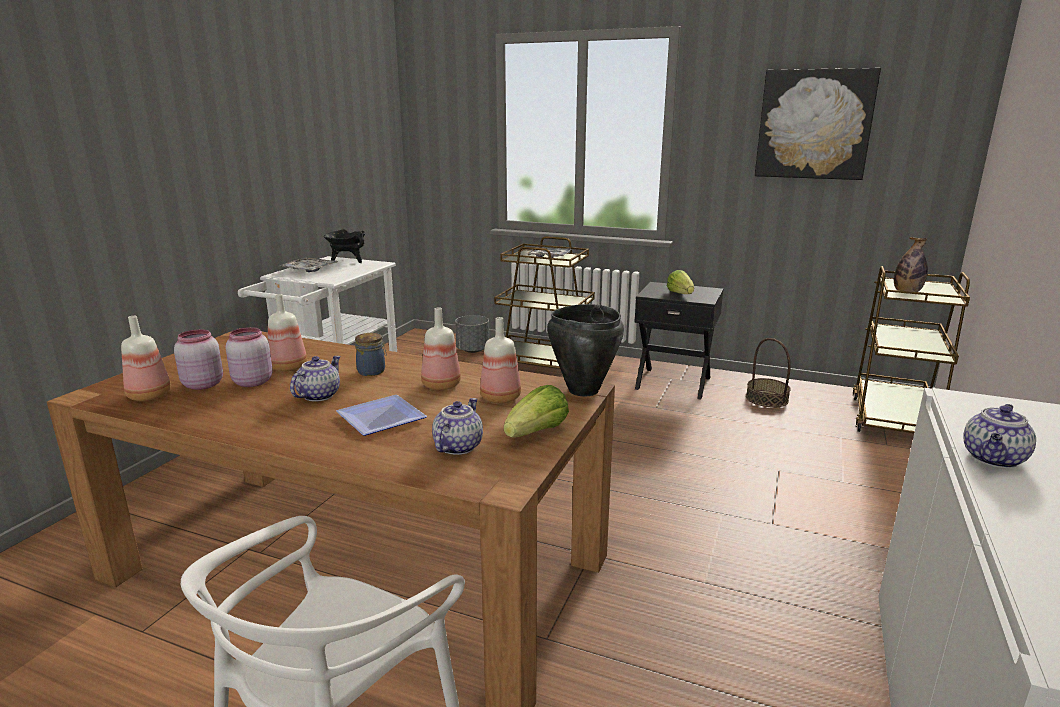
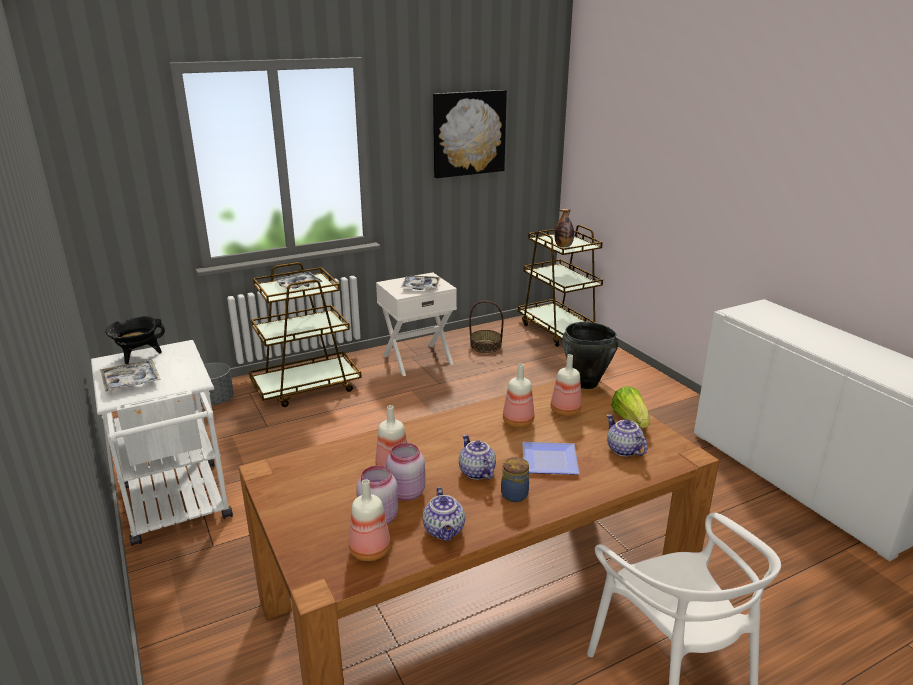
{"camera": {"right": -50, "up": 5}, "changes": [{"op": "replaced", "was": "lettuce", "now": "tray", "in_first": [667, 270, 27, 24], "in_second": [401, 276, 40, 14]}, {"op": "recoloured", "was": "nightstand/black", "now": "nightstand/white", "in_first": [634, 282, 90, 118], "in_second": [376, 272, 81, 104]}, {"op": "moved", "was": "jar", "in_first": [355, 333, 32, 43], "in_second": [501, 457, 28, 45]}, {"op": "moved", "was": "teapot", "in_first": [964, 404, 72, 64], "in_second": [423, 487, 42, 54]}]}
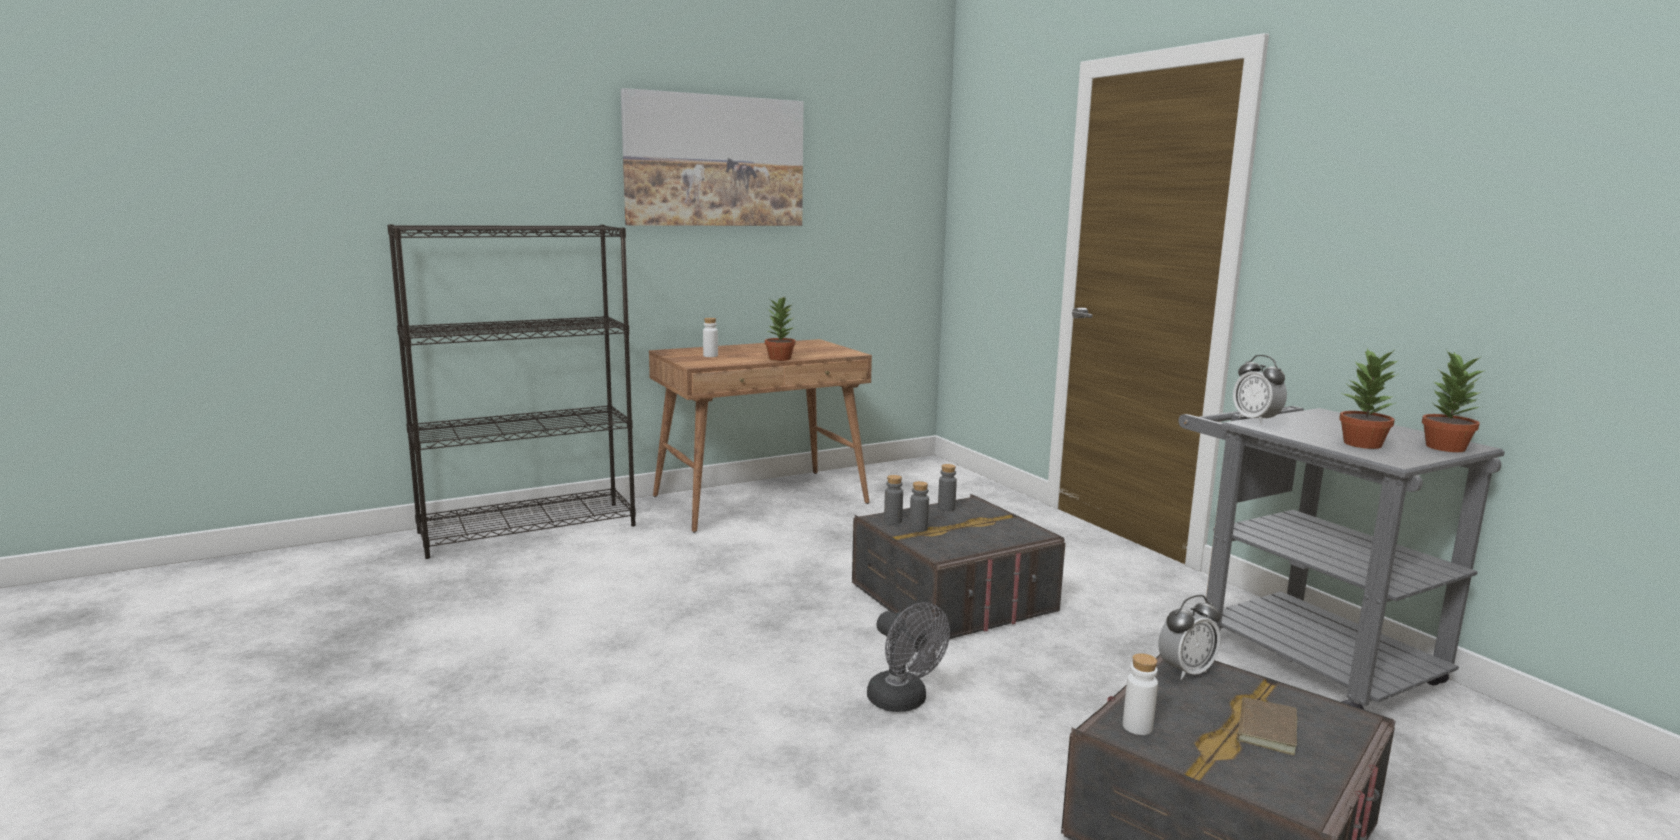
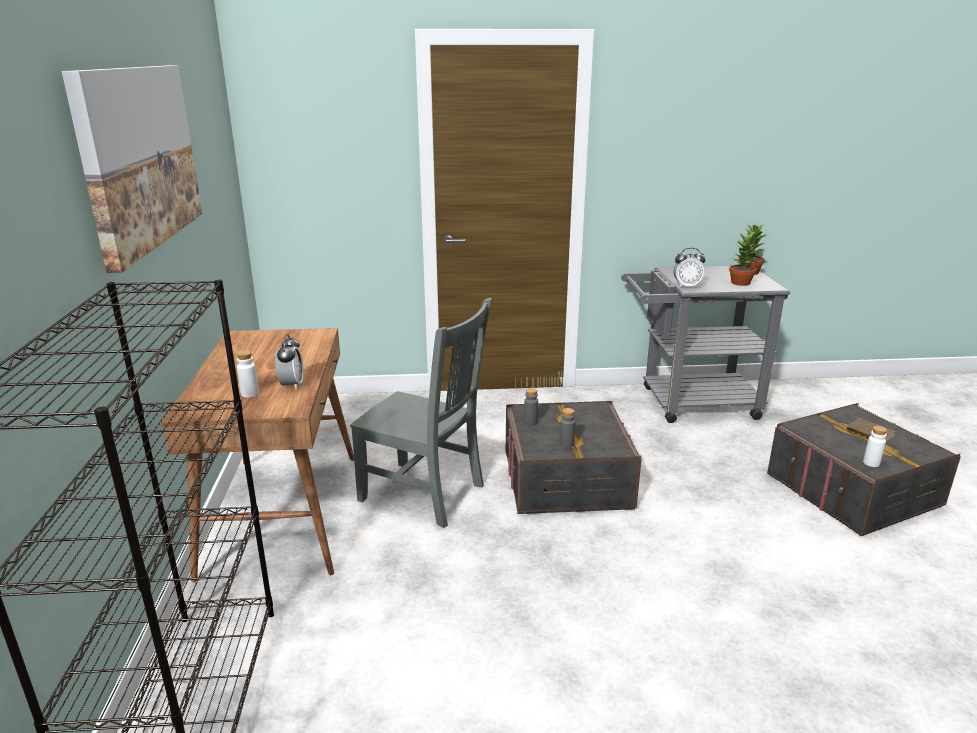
{"camera": {"right": -65, "up": 10}, "changes": [{"op": "removed", "was": "potted plant", "in_first": [765, 297, 31, 64]}, {"op": "removed", "was": "bottle/grey", "in_first": [884, 475, 19, 49]}, {"op": "moved", "was": "alarm clock", "in_first": [1158, 595, 63, 85], "in_second": [275, 334, 29, 56]}, {"op": "removed", "was": "fan/grey", "in_first": [867, 602, 83, 110]}, {"op": "added", "now": "chair/grey", "in_second": [350, 298, 142, 230]}]}
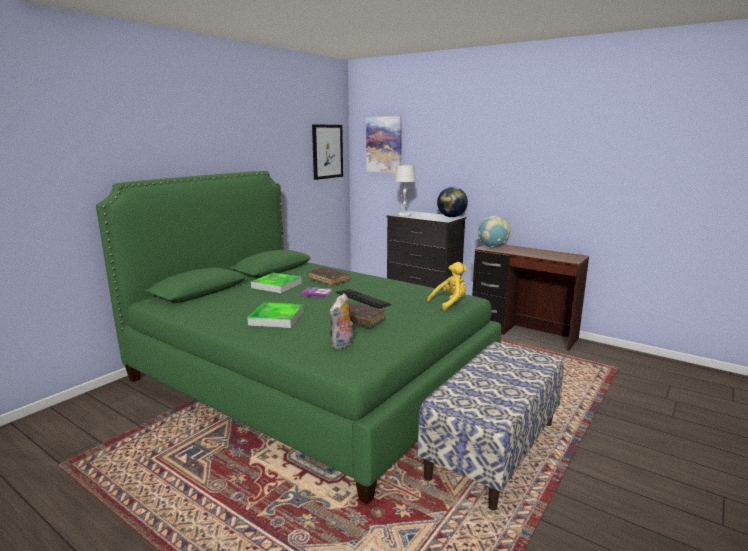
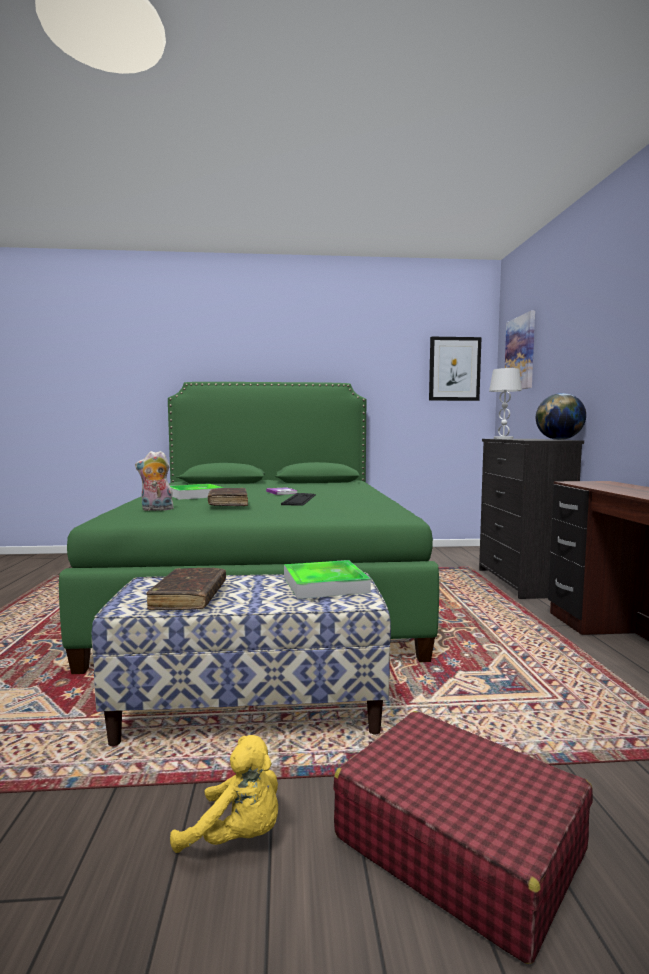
{"camera": {"right": 50, "up": -10}, "changes": [{"op": "removed", "was": "globe", "in_first": [478, 216, 32, 31]}, {"op": "moved", "was": "plush toy/yellow", "in_first": [427, 262, 40, 49], "in_second": [170, 735, 108, 118]}, {"op": "moved", "was": "book/brown", "in_first": [309, 267, 41, 19], "in_second": [146, 568, 80, 42]}, {"op": "moved", "was": "tray", "in_first": [251, 273, 51, 20], "in_second": [284, 560, 87, 39]}, {"op": "added", "now": "suitcase/red", "in_second": [333, 711, 260, 253]}]}
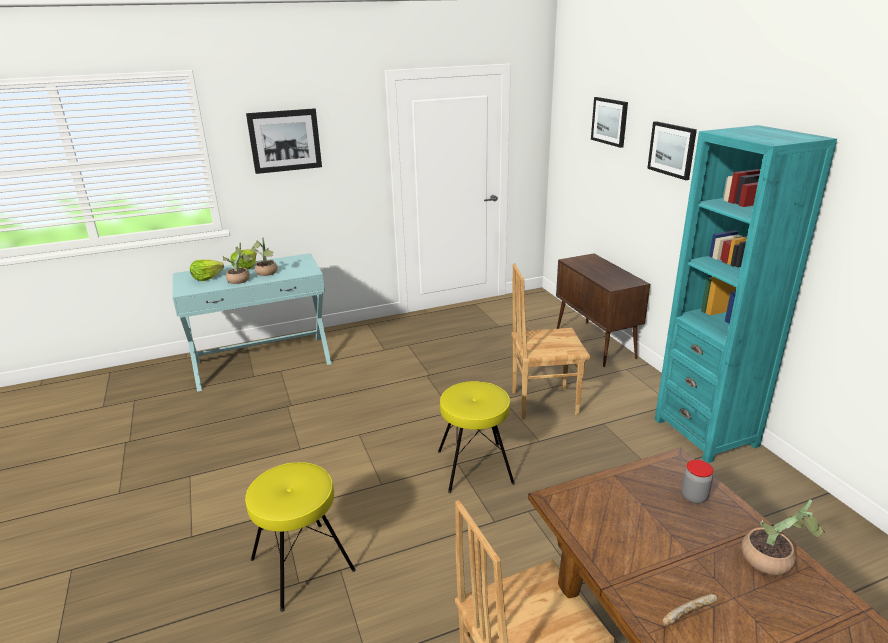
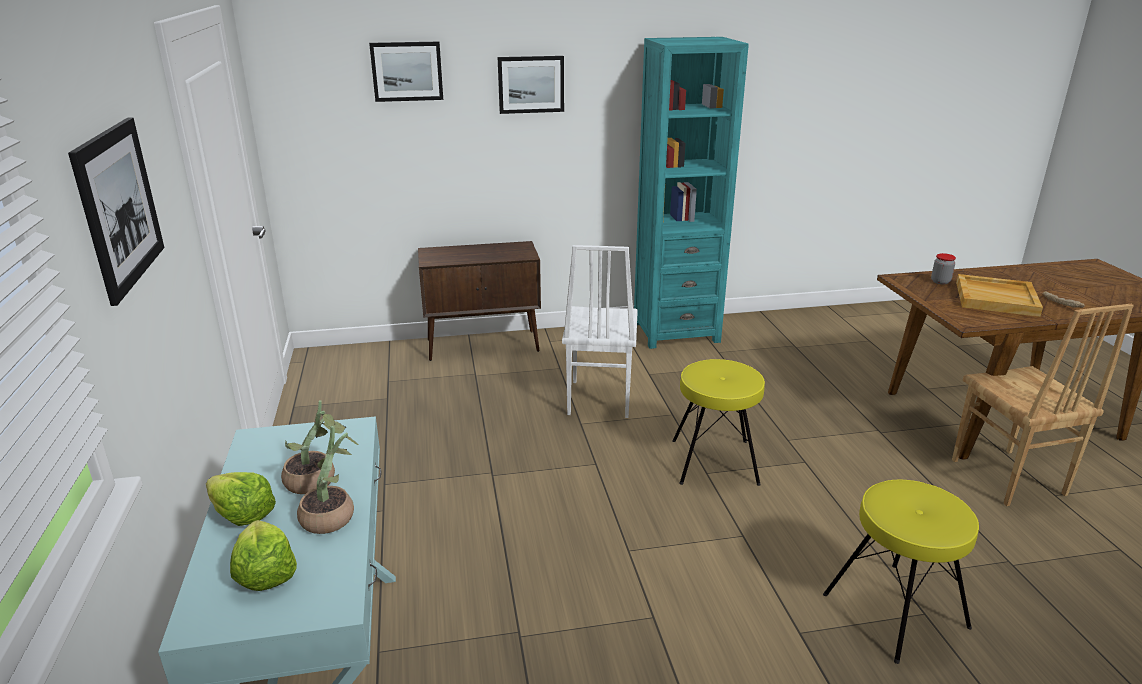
{"camera": {"right": -80, "up": 0}, "changes": [{"op": "recoloured", "was": "chair/brown", "now": "chair/white", "in_first": [511, 263, 79, 156], "in_second": [562, 245, 76, 173]}, {"op": "removed", "was": "potted plant", "in_first": [741, 499, 84, 76]}, {"op": "added", "now": "tray/beige", "in_second": [956, 274, 87, 43]}]}
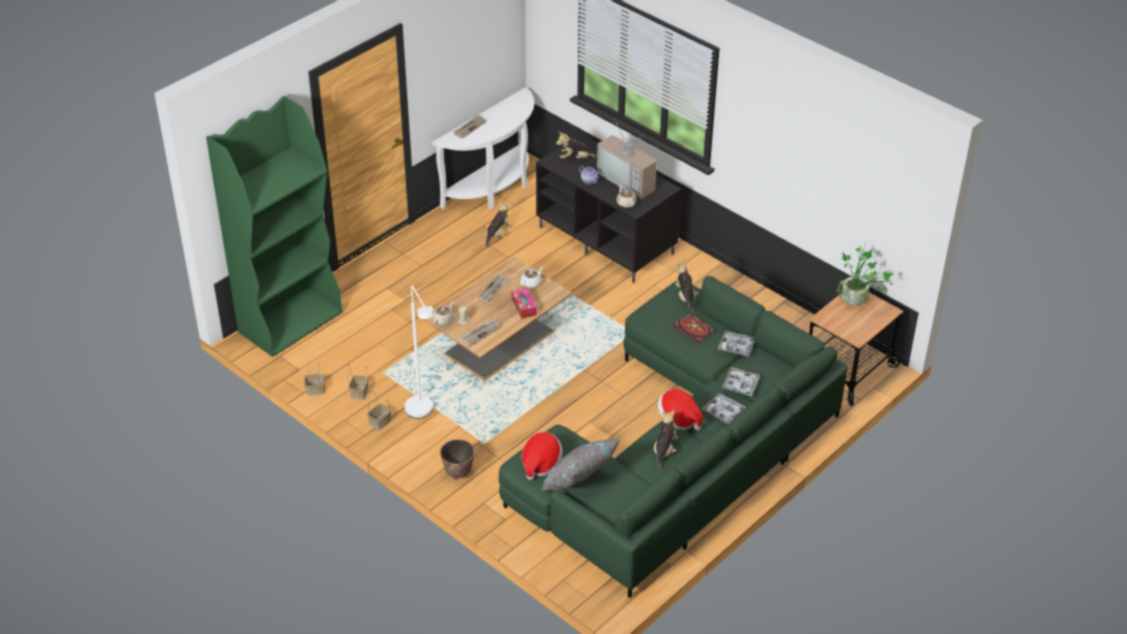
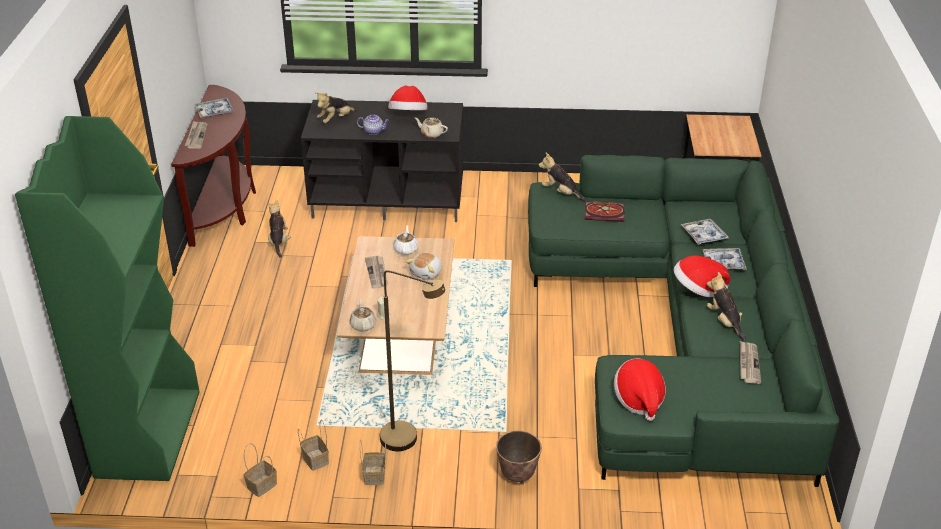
{"camera": {"right": -40, "up": -5}, "changes": [{"op": "recoloured", "was": "console table/white", "now": "console table/brown", "in_first": [432, 88, 102, 121], "in_second": [171, 85, 85, 162]}, {"op": "replaced", "was": "television", "now": "hat", "in_first": [597, 118, 60, 81], "in_second": [388, 86, 40, 24]}, {"op": "removed", "was": "potted plant", "in_first": [837, 243, 56, 63]}, {"op": "recoloured", "was": "floor lamp/white", "now": "floor lamp/brown", "in_first": [405, 286, 29, 133], "in_second": [380, 270, 65, 181]}, {"op": "replaced", "was": "tissue box", "now": "plush toy", "in_first": [512, 288, 25, 31], "in_second": [406, 253, 36, 27]}, {"op": "moved", "was": "newspaper", "in_first": [461, 318, 39, 28], "in_second": [740, 341, 21, 43]}, {"op": "moved", "was": "tray", "in_first": [718, 331, 37, 26], "in_second": [195, 98, 39, 20]}, {"op": "removed", "was": "pillow/grey", "in_first": [542, 439, 79, 52]}]}
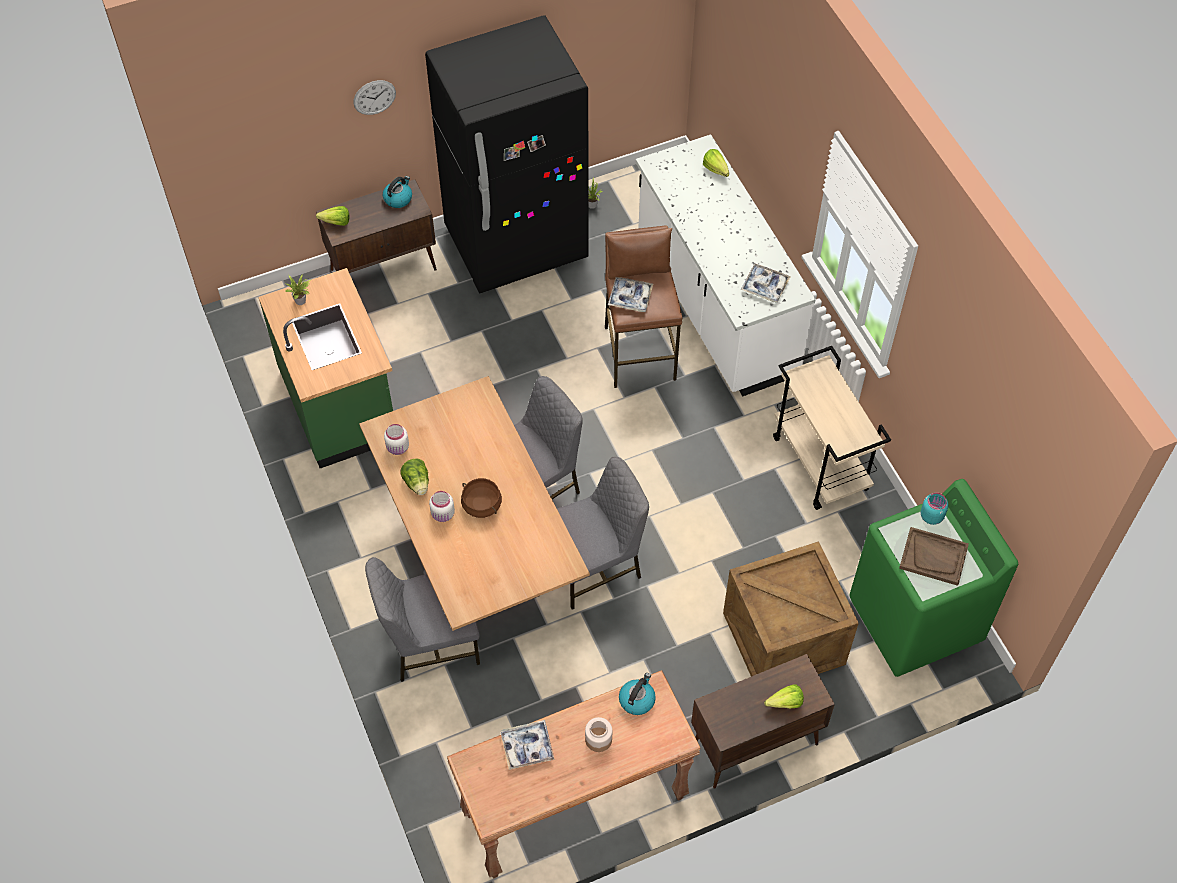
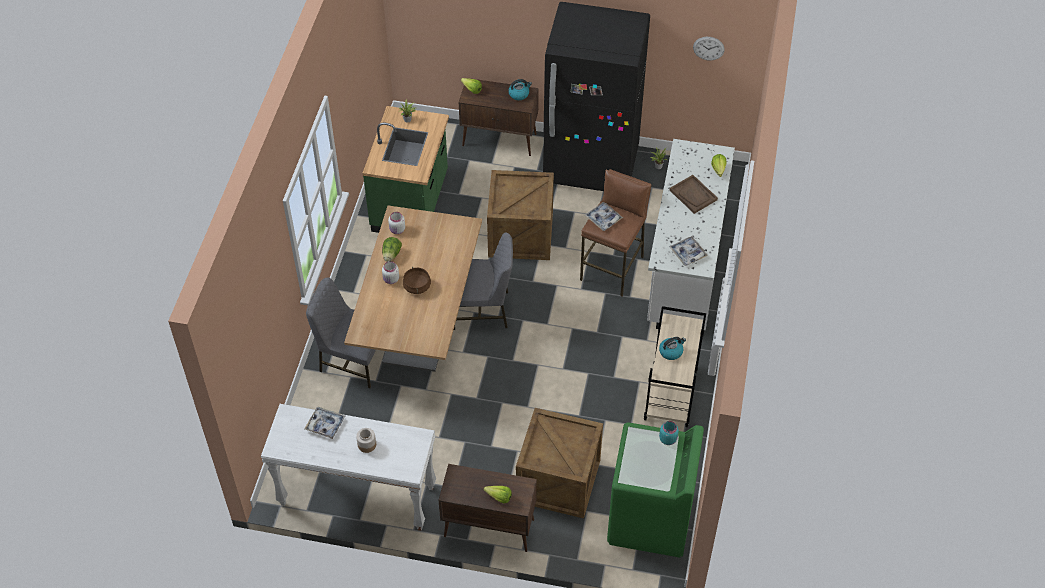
{"camera": {"right": 35, "up": -5}, "changes": [{"op": "moved", "was": "wall clock", "in_first": [354, 80, 42, 35], "in_second": [693, 37, 32, 24]}, {"op": "removed", "was": "chair/grey", "in_first": [557, 456, 92, 154]}, {"op": "moved", "was": "tray/brown", "in_first": [899, 527, 70, 59], "in_second": [670, 175, 48, 39]}, {"op": "recoloured", "was": "console table/brown", "now": "console table/white", "in_first": [447, 670, 253, 209], "in_second": [261, 404, 175, 127]}, {"op": "moved", "was": "kettle", "in_first": [619, 673, 37, 42], "in_second": [659, 337, 27, 23]}, {"op": "added", "now": "crate", "in_second": [487, 170, 67, 90]}]}
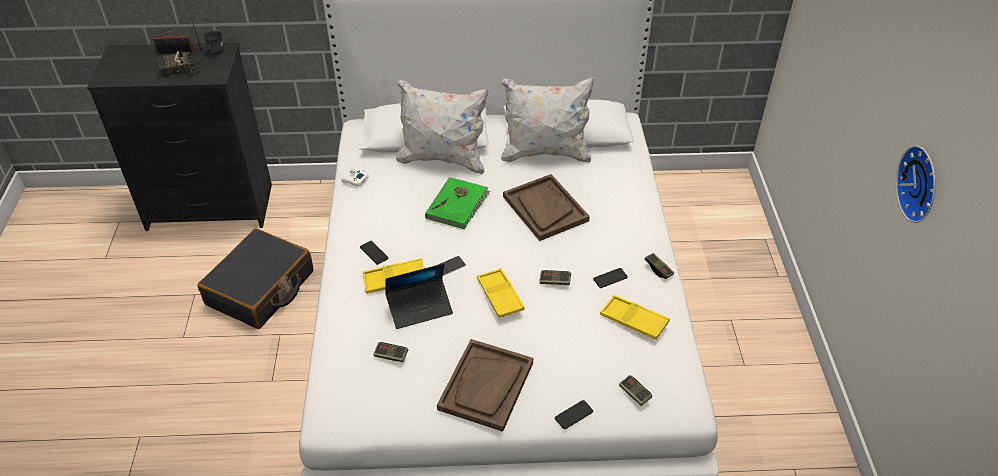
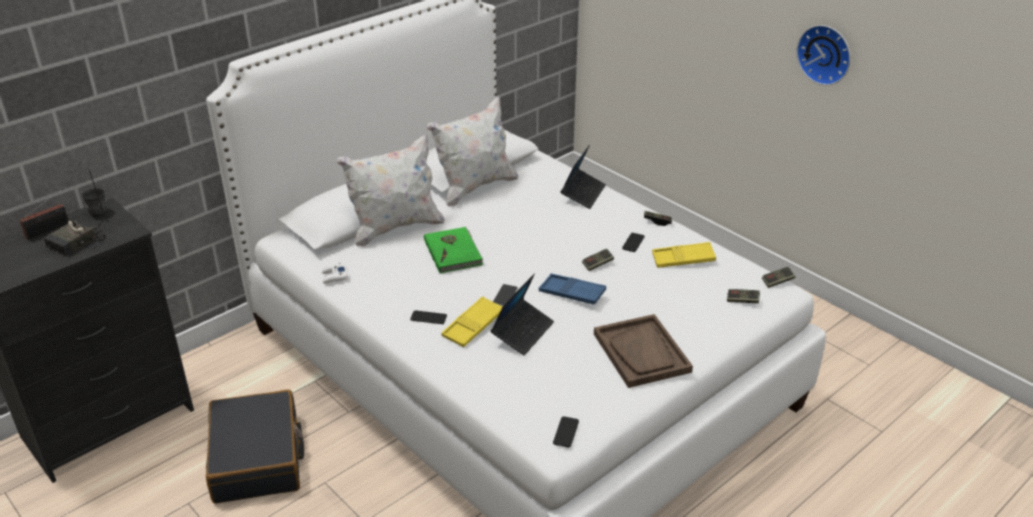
{"camera": {"right": -40, "up": -10}, "changes": [{"op": "removed", "was": "tray/brown", "in_first": [503, 174, 87, 67]}, {"op": "recoloured", "was": "tray/yellow", "now": "tray/blue", "in_first": [477, 268, 48, 50], "in_second": [539, 274, 67, 30]}, {"op": "moved", "was": "game controller", "in_first": [373, 342, 35, 20], "in_second": [762, 267, 33, 21]}, {"op": "moved", "was": "phone", "in_first": [555, 400, 38, 29], "in_second": [553, 416, 26, 32]}, {"op": "added", "now": "laptop", "in_second": [561, 144, 45, 65]}]}
